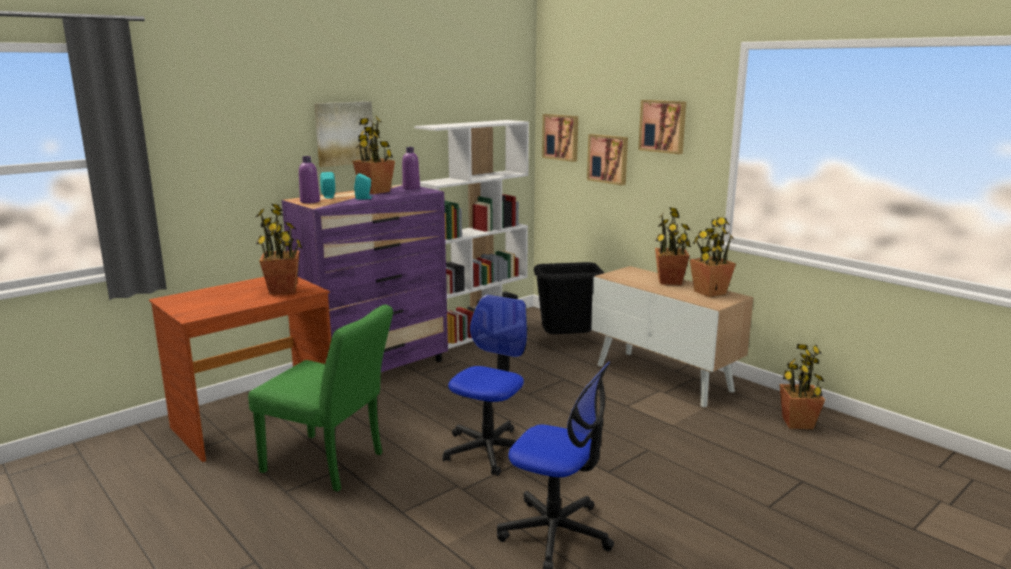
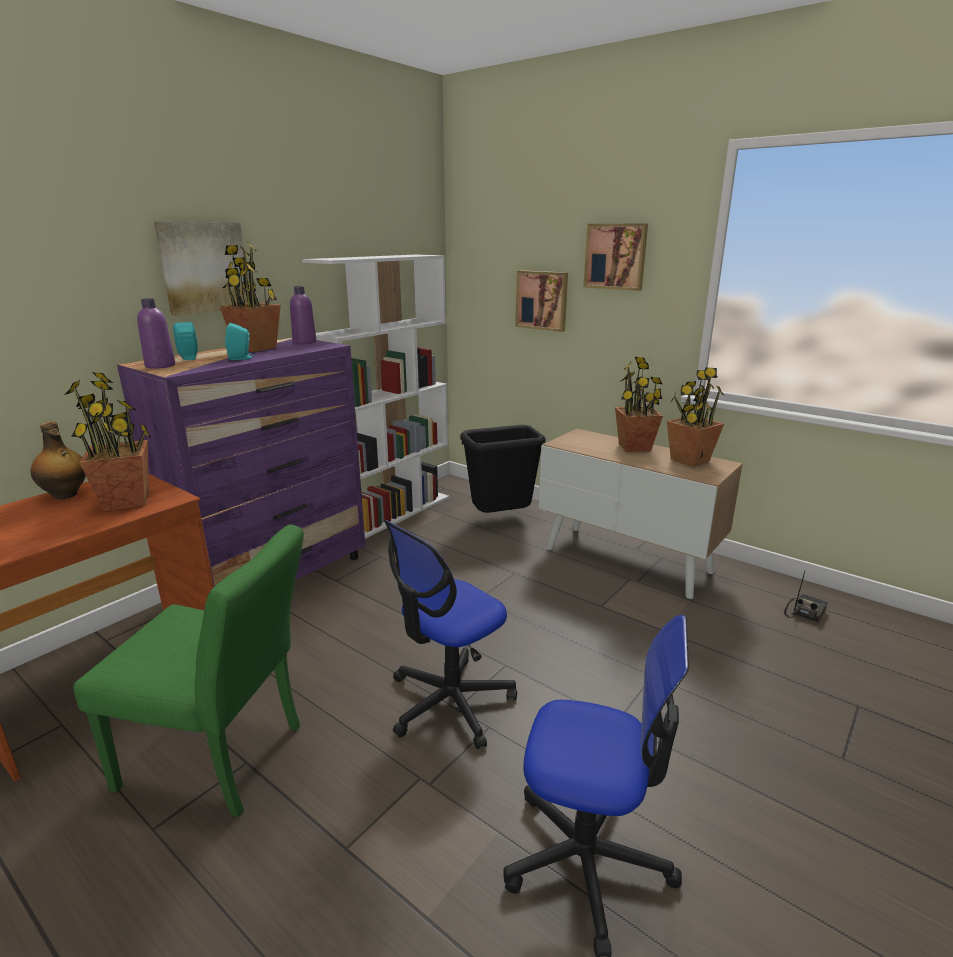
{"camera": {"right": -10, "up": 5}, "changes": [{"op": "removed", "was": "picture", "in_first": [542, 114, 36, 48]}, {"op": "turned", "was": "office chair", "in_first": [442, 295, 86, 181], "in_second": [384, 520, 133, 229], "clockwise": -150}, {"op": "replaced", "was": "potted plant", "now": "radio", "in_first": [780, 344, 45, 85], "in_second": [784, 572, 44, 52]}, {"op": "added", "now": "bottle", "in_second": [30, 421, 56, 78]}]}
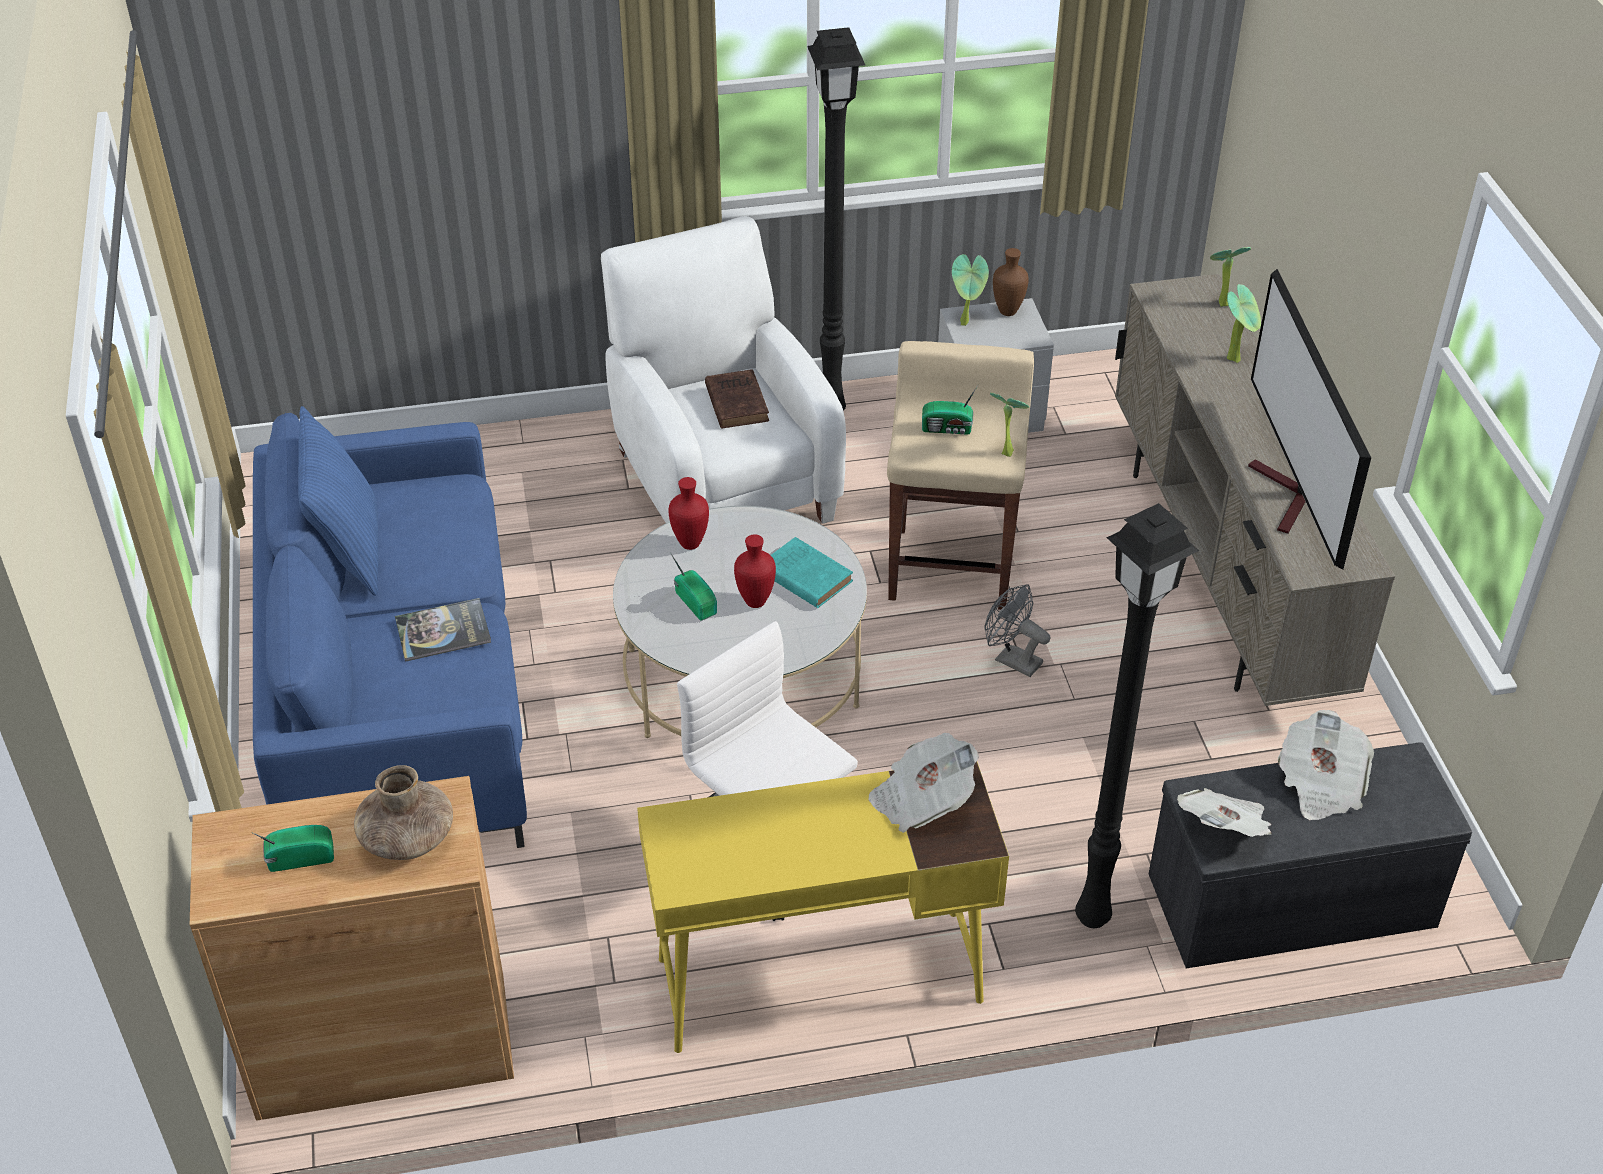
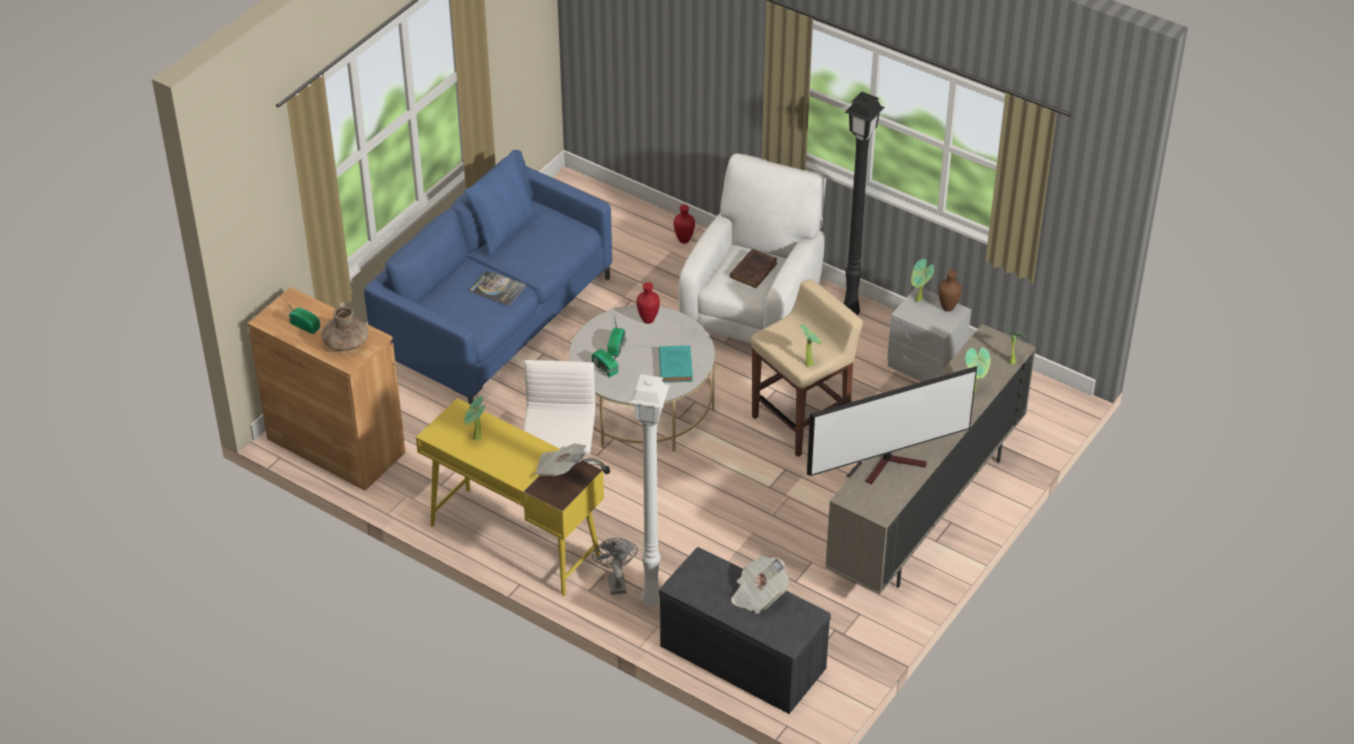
{"camera": {"right": 45, "up": 0}, "changes": [{"op": "turned", "was": "television", "in_first": [1248, 269, 123, 300], "in_second": [807, 366, 170, 118], "clockwise": -150}, {"op": "moved", "was": "radio", "in_first": [922, 385, 56, 50], "in_second": [592, 349, 27, 28]}, {"op": "recoloured", "was": "floor lamp/black", "now": "floor lamp/white", "in_first": [1075, 503, 124, 425], "in_second": [629, 374, 40, 232]}, {"op": "moved", "was": "vase/red", "in_first": [734, 535, 42, 73], "in_second": [674, 205, 21, 39]}, {"op": "moved", "was": "fan/grey", "in_first": [984, 584, 67, 93], "in_second": [592, 538, 46, 57]}, {"op": "removed", "was": "newspaper", "in_first": [1177, 788, 94, 49]}, {"op": "added", "now": "potted plant", "in_second": [464, 396, 21, 44]}]}
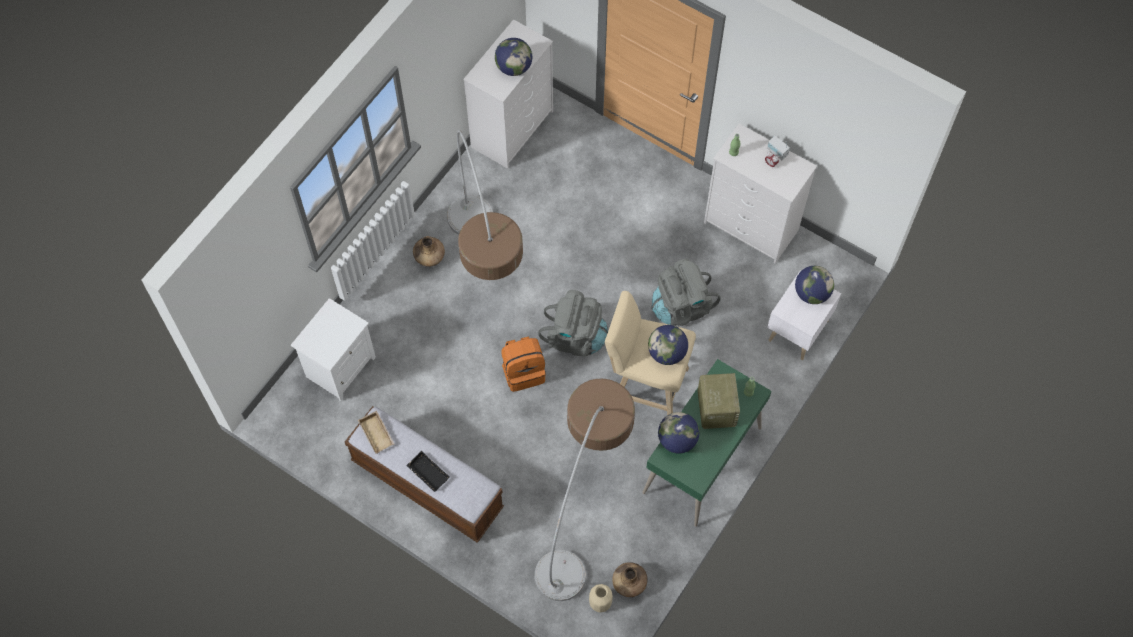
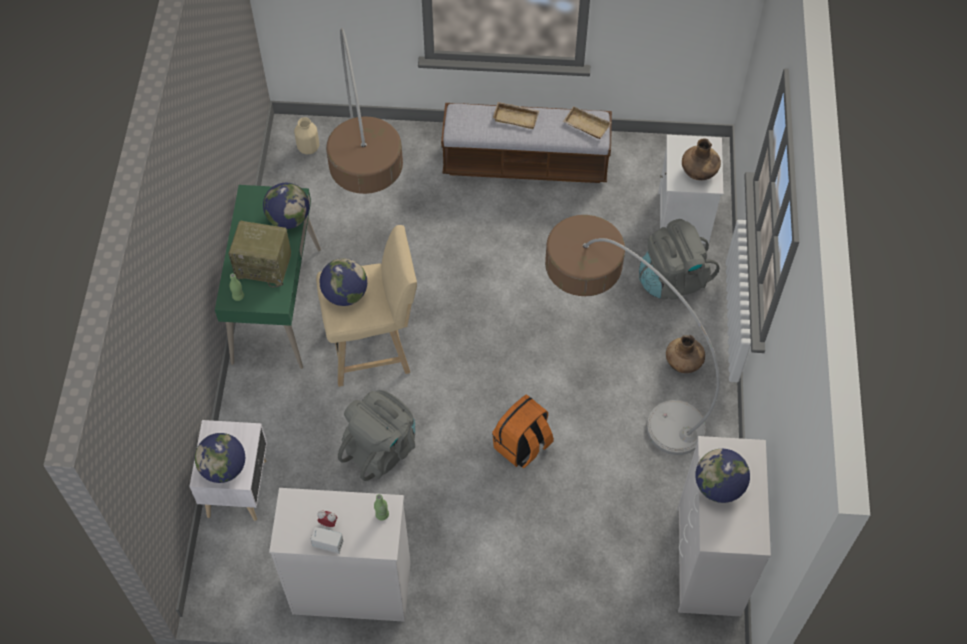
{"camera": {"right": 150, "up": -5}, "changes": [{"op": "moved", "was": "backpack/grey", "in_first": [538, 290, 70, 67], "in_second": [639, 219, 81, 81]}, {"op": "moved", "was": "backpack/orange", "in_first": [501, 337, 45, 55], "in_second": [492, 394, 62, 74]}, {"op": "turned", "was": "radio", "in_first": [697, 373, 43, 56], "in_second": [228, 221, 63, 67], "clockwise": -45}, {"op": "recoloured", "was": "tray/black", "now": "tray/beige", "in_first": [406, 451, 44, 41], "in_second": [493, 102, 46, 27]}, {"op": "moved", "was": "vase/brown", "in_first": [612, 562, 35, 35], "in_second": [682, 138, 39, 42]}]}
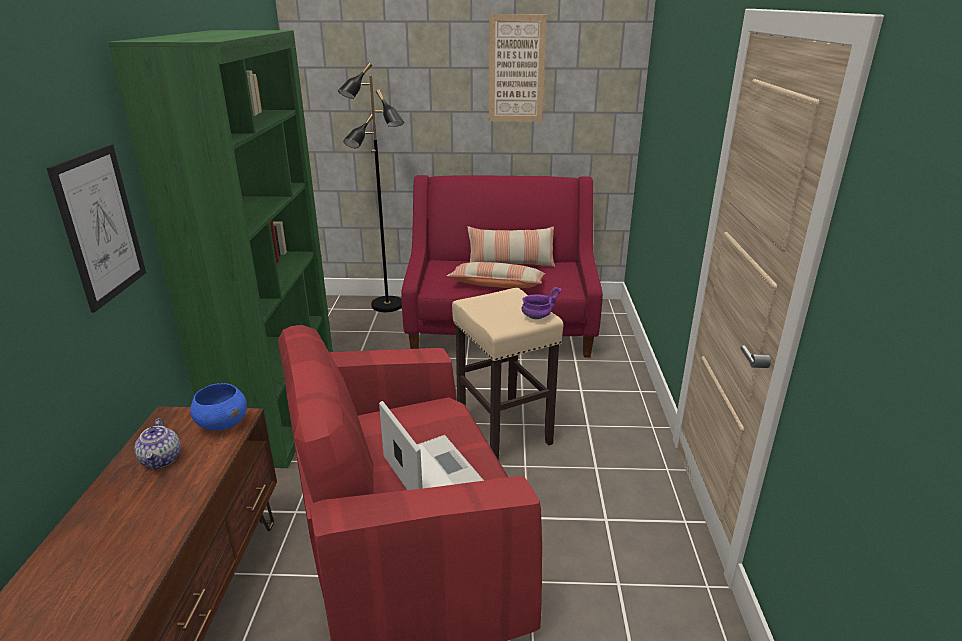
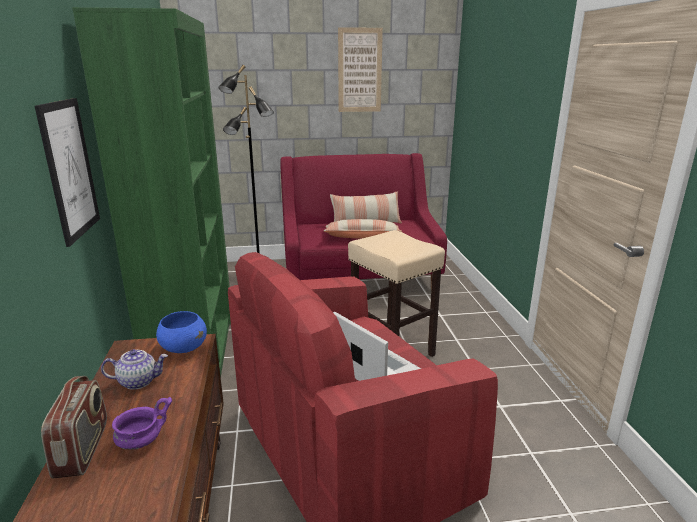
{"camera": {"right": -10, "up": -5}, "changes": [{"op": "moved", "was": "bowl/purple", "in_first": [522, 287, 40, 32], "in_second": [112, 397, 60, 53]}, {"op": "turned", "was": "teapot", "in_first": [134, 419, 47, 51], "in_second": [101, 349, 67, 41], "clockwise": -75}, {"op": "added", "now": "radio", "in_second": [41, 376, 66, 103]}]}
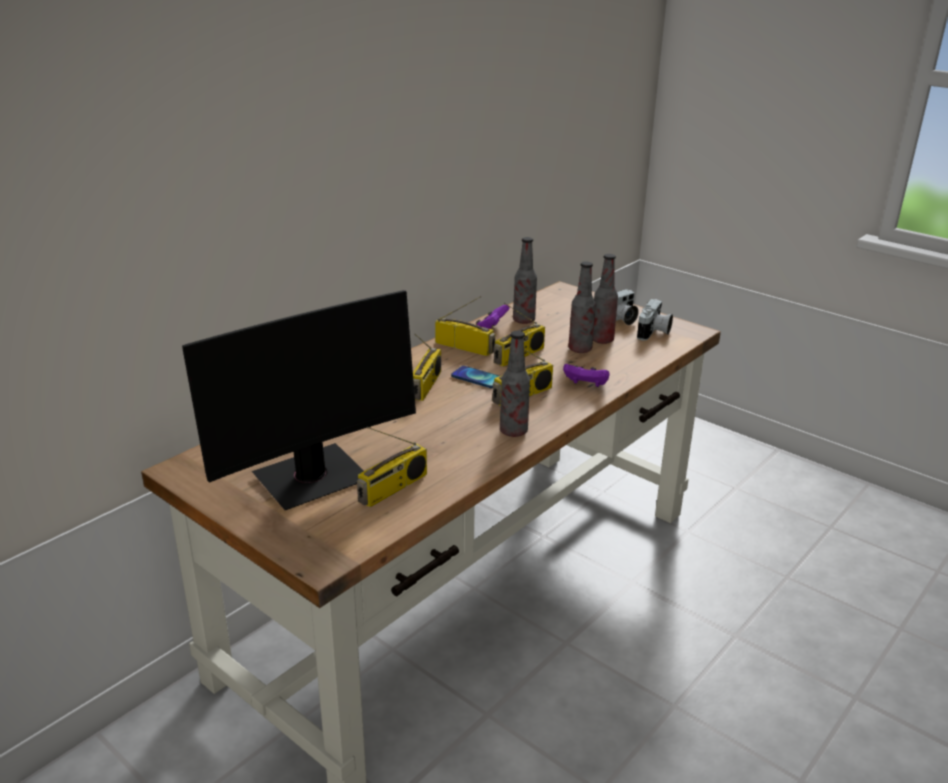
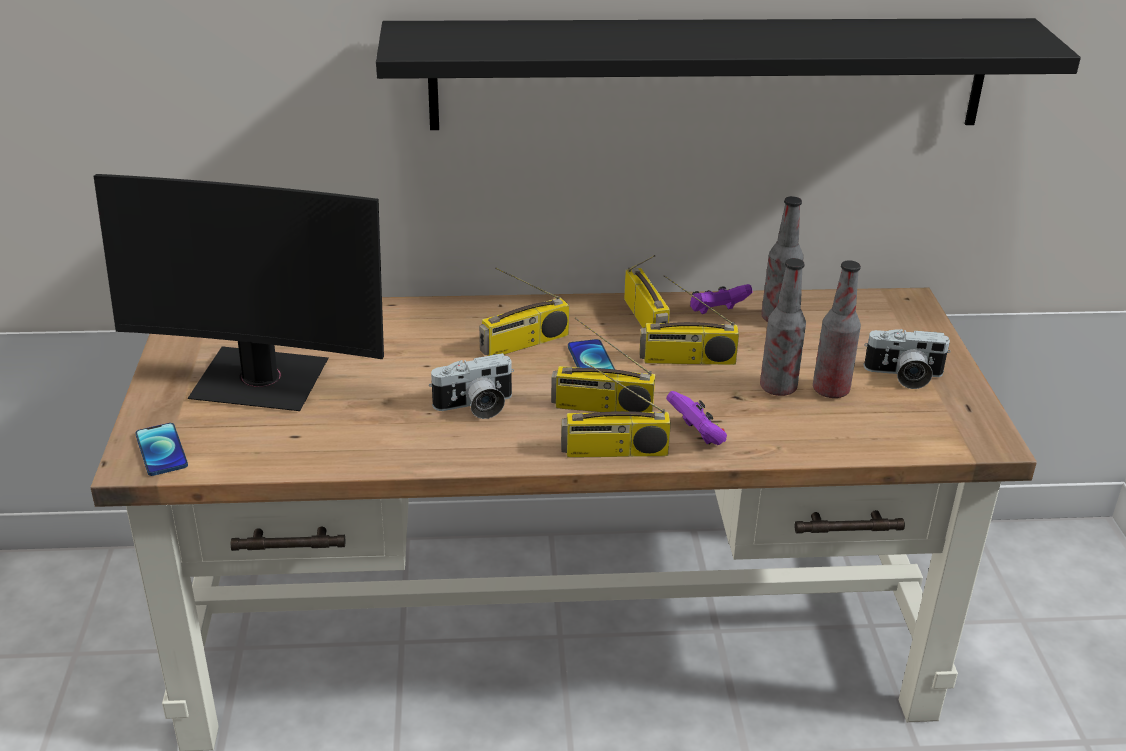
{"camera": {"right": 45, "up": 5}, "changes": [{"op": "moved", "was": "photo camera", "in_first": [637, 299, 36, 41], "in_second": [429, 353, 85, 66]}, {"op": "removed", "was": "bottle", "in_first": [500, 331, 30, 106]}, {"op": "moved", "was": "radio", "in_first": [357, 427, 70, 80], "in_second": [561, 361, 110, 97]}, {"op": "added", "now": "shelf/black", "in_second": [376, 18, 705, 112]}, {"op": "added", "now": "phone", "in_second": [135, 423, 53, 53]}]}
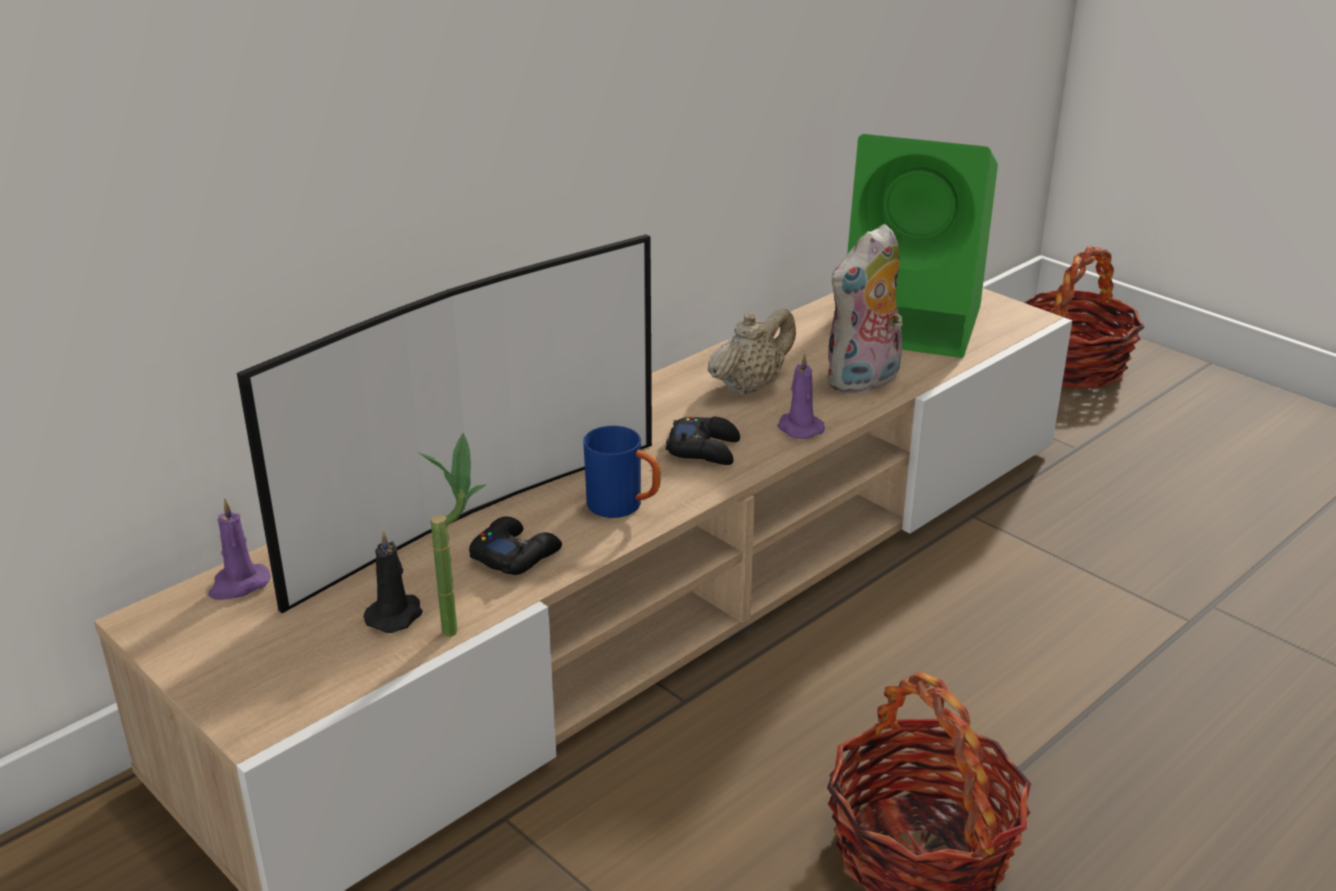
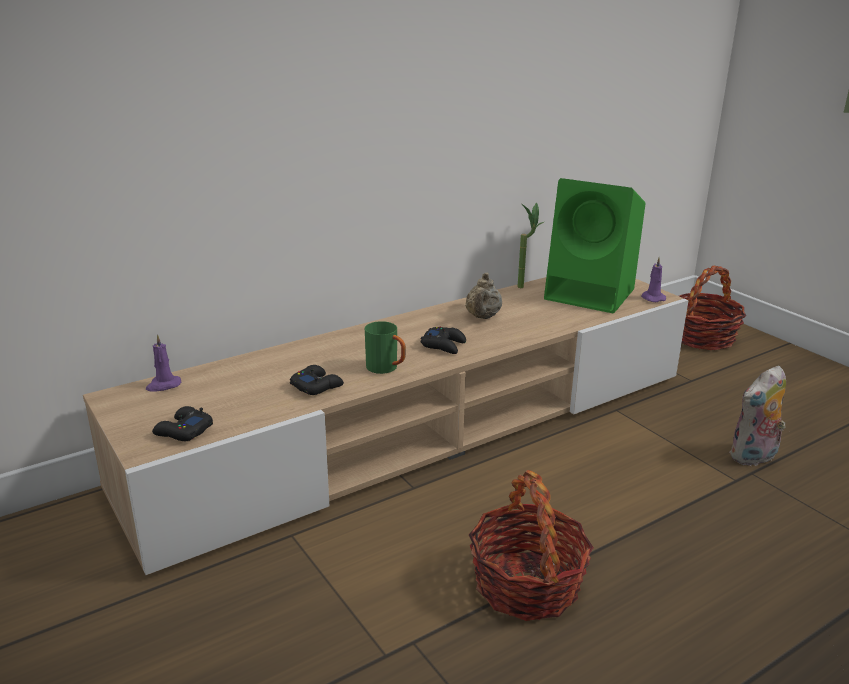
{"camera": {"right": 10, "up": -5}, "changes": [{"op": "moved", "was": "plush toy", "in_first": [826, 224, 77, 170], "in_second": [729, 365, 57, 101]}, {"op": "removed", "was": "television", "in_first": [237, 234, 415, 379]}, {"op": "turned", "was": "teapot/beige", "in_first": [708, 308, 88, 87], "in_second": [465, 273, 37, 46], "clockwise": 135}, {"op": "moved", "was": "candle/purple", "in_first": [778, 352, 47, 87], "in_second": [641, 257, 25, 45]}, {"op": "recoloured", "was": "mug/blue", "now": "mug/green", "in_first": [583, 426, 78, 92], "in_second": [365, 321, 41, 53]}, {"op": "moved", "was": "potted plant", "in_first": [418, 433, 68, 204], "in_second": [518, 202, 26, 86]}, {"op": "removed", "was": "candle/black", "in_first": [363, 530, 60, 103]}, {"op": "added", "now": "game controller/black", "in_second": [152, 406, 61, 35]}]}
